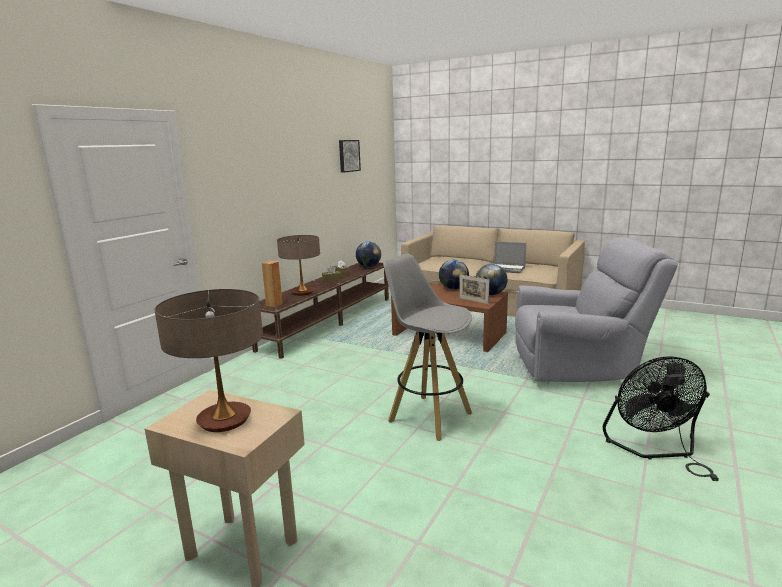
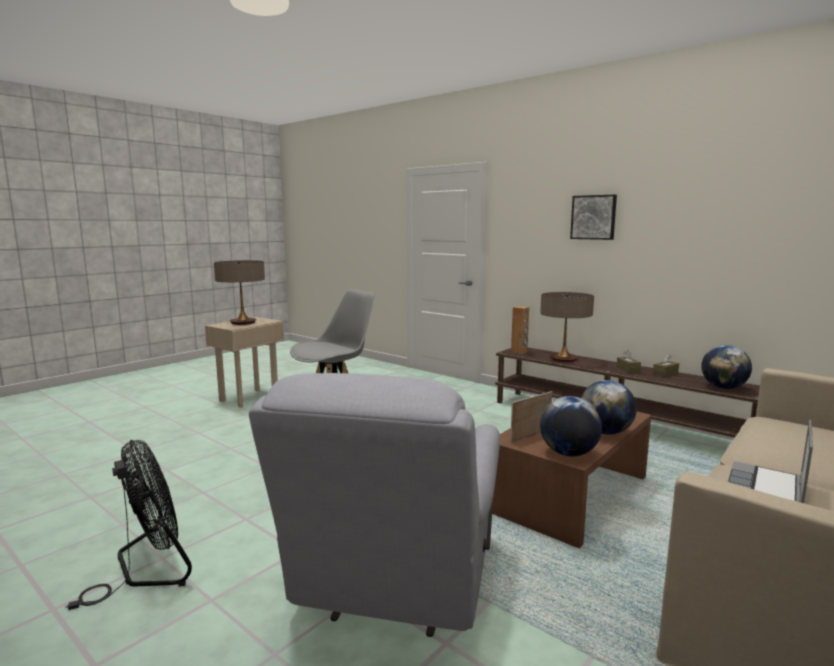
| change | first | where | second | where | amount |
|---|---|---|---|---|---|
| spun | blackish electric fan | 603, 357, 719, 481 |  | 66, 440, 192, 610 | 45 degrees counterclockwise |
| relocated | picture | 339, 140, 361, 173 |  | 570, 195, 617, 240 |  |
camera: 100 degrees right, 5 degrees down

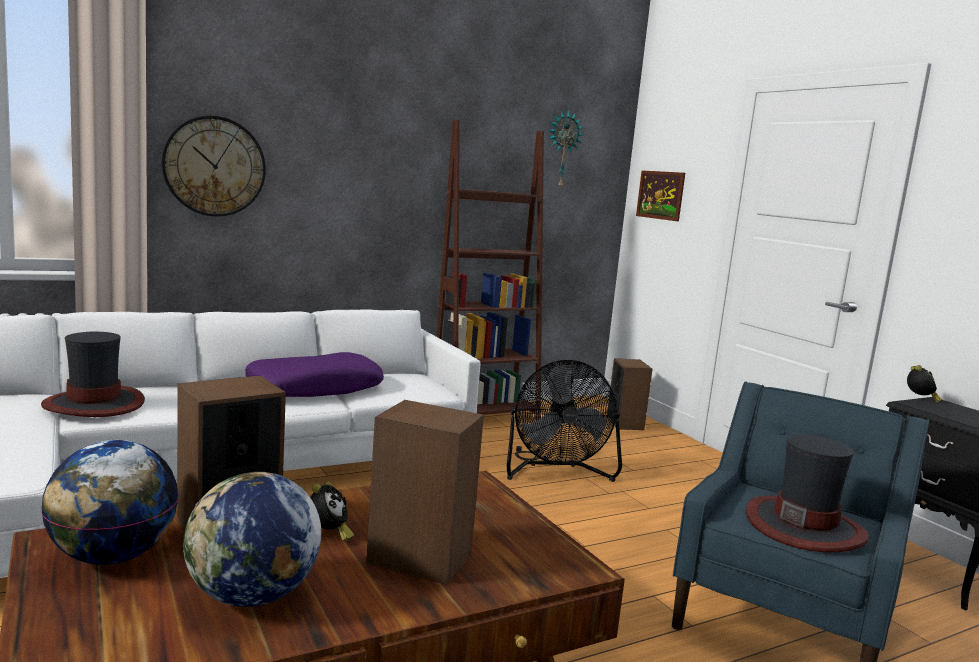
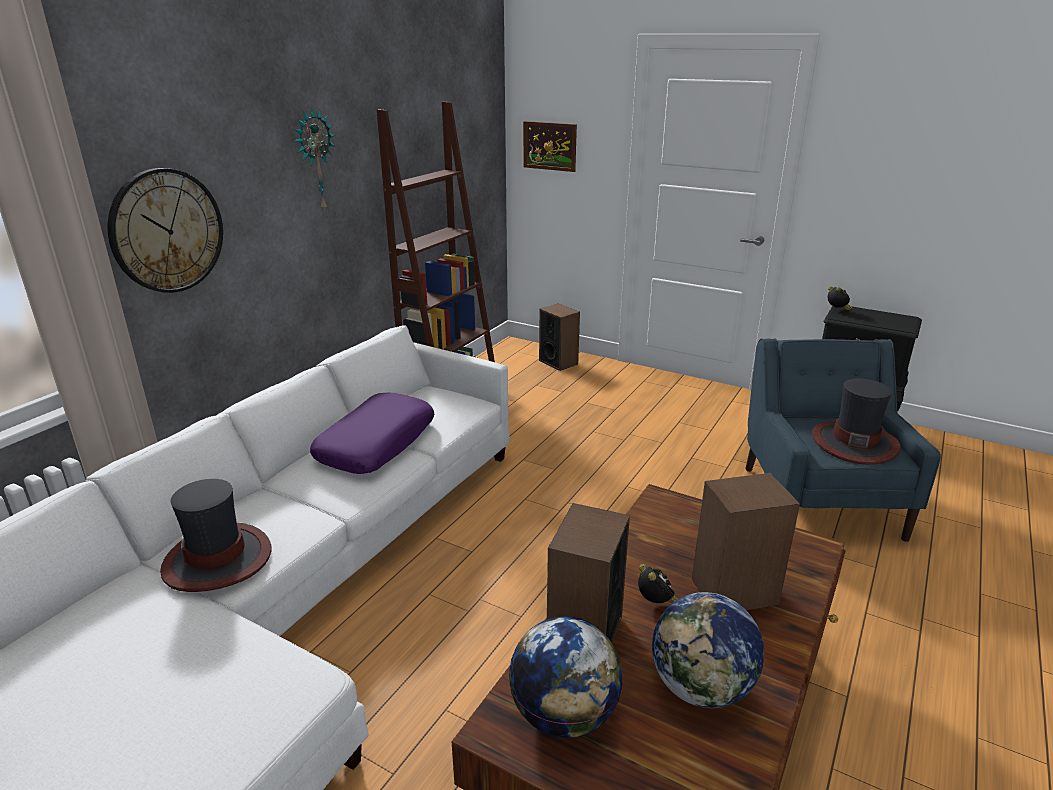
| change | first | where | second | where | amount |
|---|---|---|---|---|---|
| relocated | clock on the wall | 548, 110, 584, 190 |  | 294, 109, 335, 213 |  |
| missing | blackish electric fan | 507, 360, 622, 482 |  |  |  |
camera: 30 degrees left, 15 degrees up

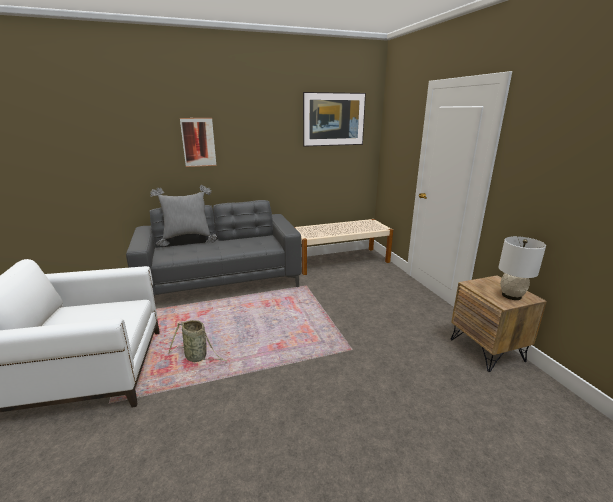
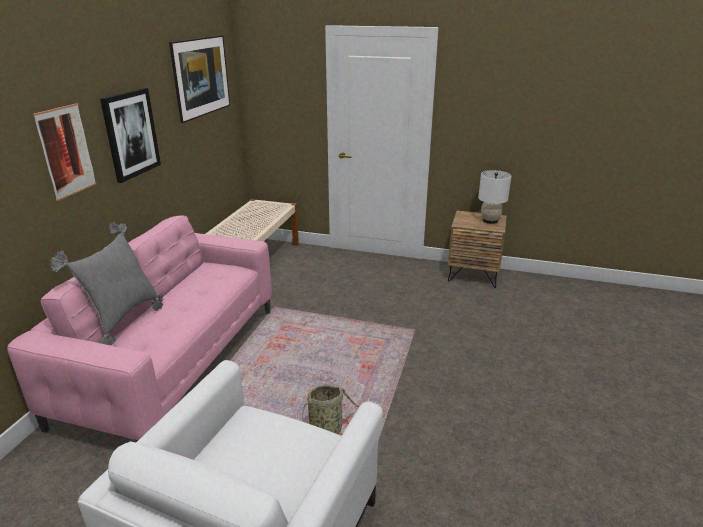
| change | first | where | second | where | amount |
|---|---|---|---|---|---|
| colour | grey sofa | 126, 200, 302, 296 | pink sofa | 7, 216, 272, 441 |  |
| appeared |  |  | picture | 100, 88, 161, 183 |  |
camera: 55 degrees left, 5 degrees up

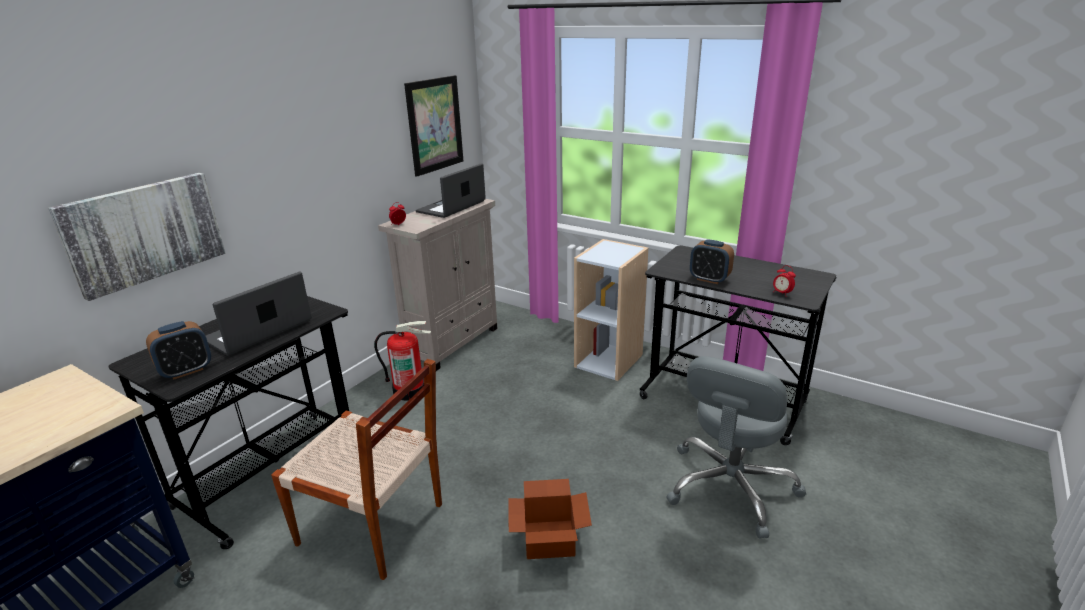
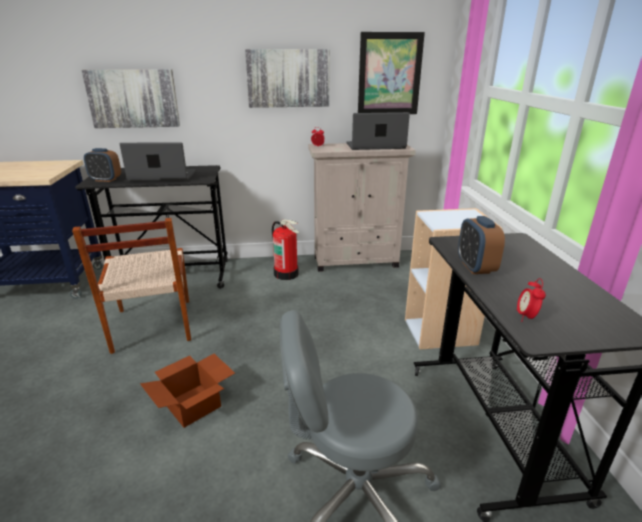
| change | first | where | second | where | amount |
|---|---|---|---|---|---|
| appeared |  |  | picture | 245, 49, 330, 108 |  |
camera: 50 degrees right, 0 degrees up

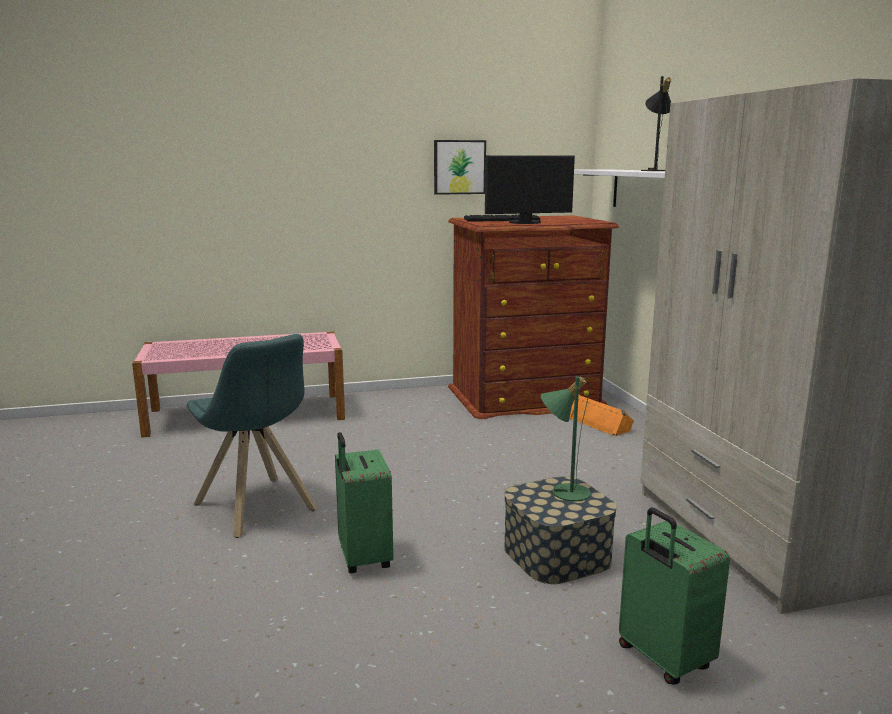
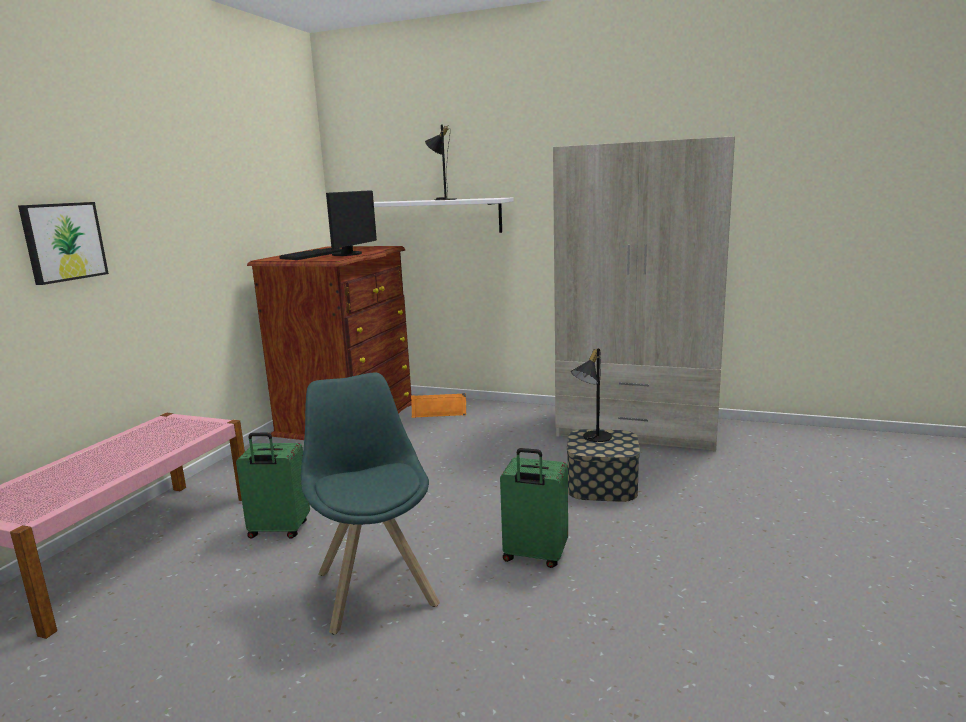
| change | first | where | second | where | amount |
|---|---|---|---|---|---|
| relocated | picture | 434, 140, 486, 195 |  | 18, 202, 109, 285 |  |
| relocated | green travel case | 619, 507, 730, 685 |  | 236, 433, 310, 539 |  |
| spun | blue-green plain chair | 187, 334, 317, 538 |  | 301, 372, 440, 634 | 105 degrees counterclockwise |
| colour | green lamp for a table | 541, 376, 591, 501 | blackish lamp for a table | 571, 348, 612, 442 |  |
camera: 55 degrees left, 0 degrees up

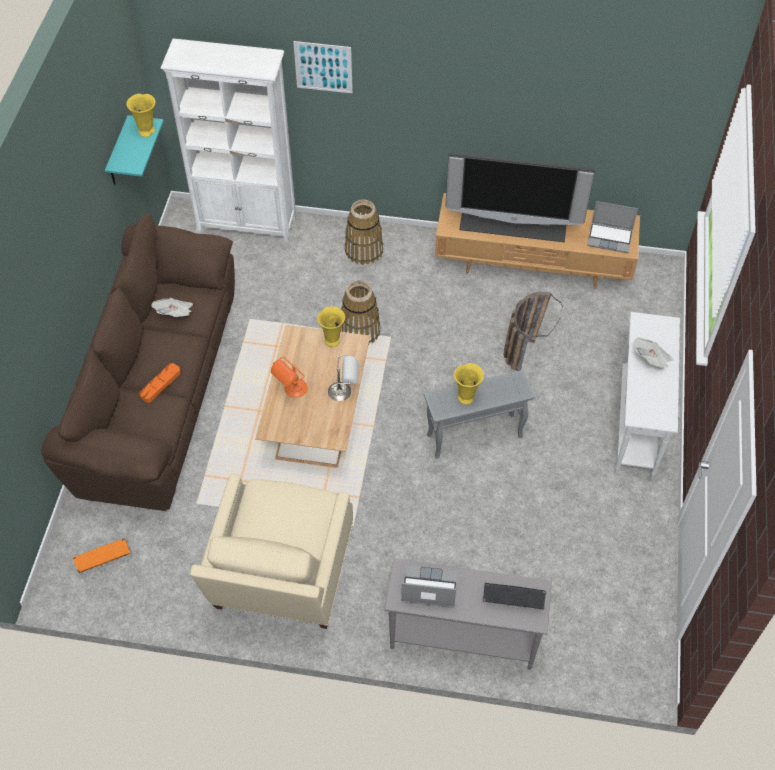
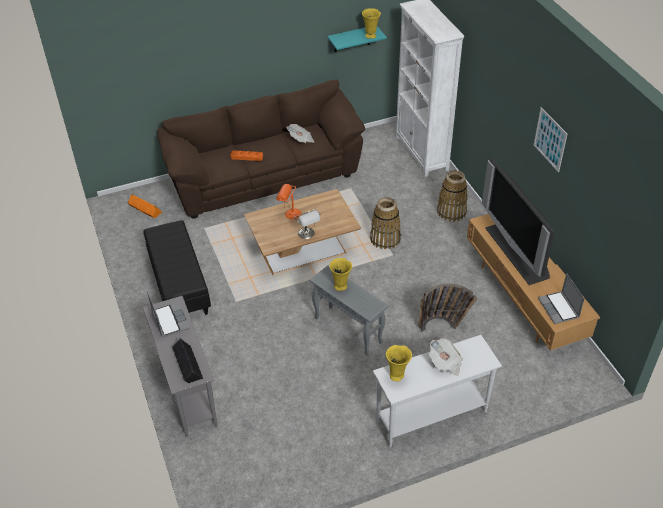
| change | first | where | second | where | amount |
|---|---|---|---|---|---|
| exchanged | beige-coloured easy chair | 190, 474, 354, 629 | blackish pouffe | 143, 220, 211, 315 |  |
| relocated | yellow-coloured decorative vase | 317, 306, 345, 347 |  | 386, 345, 412, 381 |  |
| relocated | picture | 293, 41, 353, 93 |  | 534, 107, 567, 172 |  |
camera: 60 degrees right, 10 degrees down

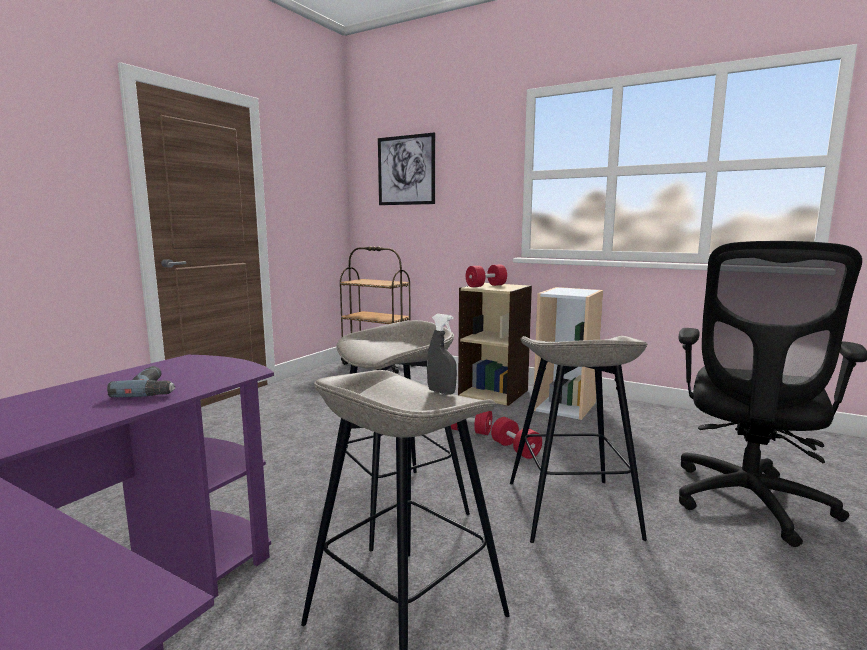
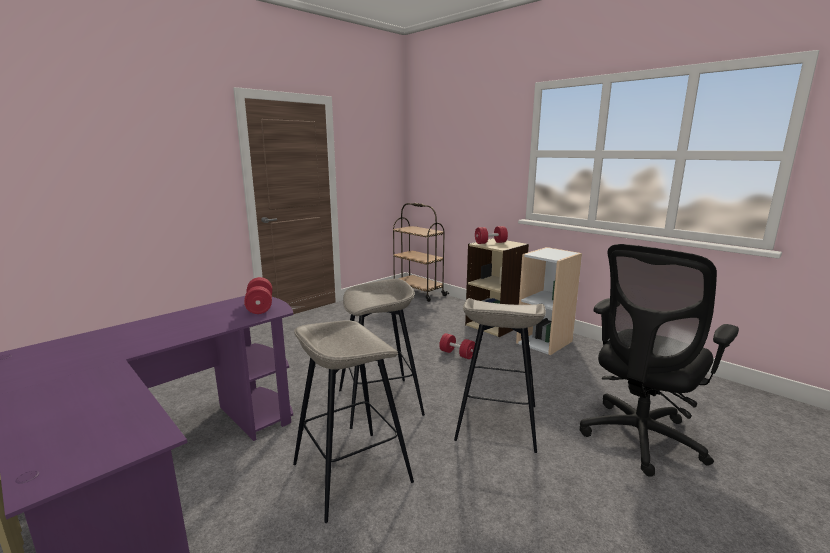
| change | first | where | second | where | amount |
|---|---|---|---|---|---|
| relocated | red-coloured free weight | 491, 417, 542, 459 |  | 244, 277, 272, 314 |  |
| missing | drill | 107, 366, 175, 397 |  |  |  |
| missing | picture | 378, 132, 435, 205 |  |  |  |
| missing | grey sprayer | 427, 314, 457, 395 |  |  |  |
camera: 15 degrees right, 5 degrees up

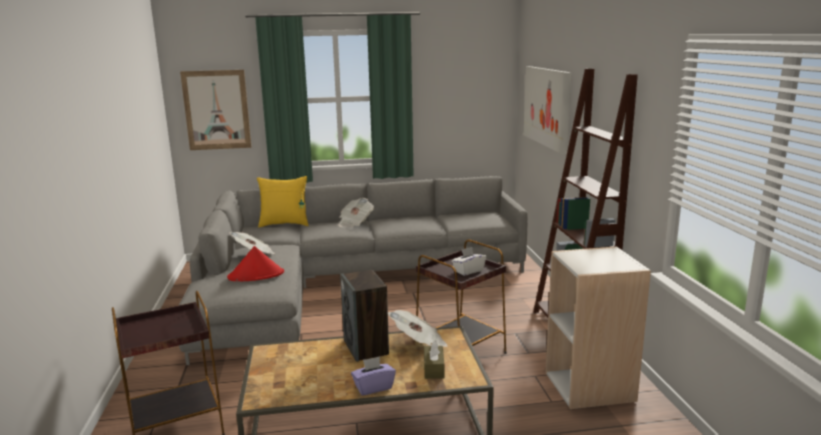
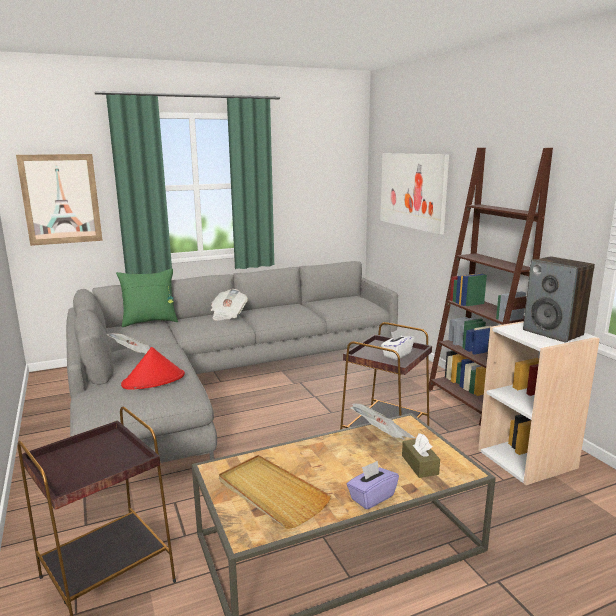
| change | first | where | second | where | amount |
|---|---|---|---|---|---|
| colour | yellow-coloured throw pillow | 257, 176, 309, 227 | green throw pillow | 116, 268, 178, 327 |  |
| appeared |  |  | beige-coloured tray | 219, 455, 331, 529 |  |
| relocated | audio speaker | 340, 270, 389, 362 |  | 523, 256, 595, 343 |  |
camera: 15 degrees left, 0 degrees up

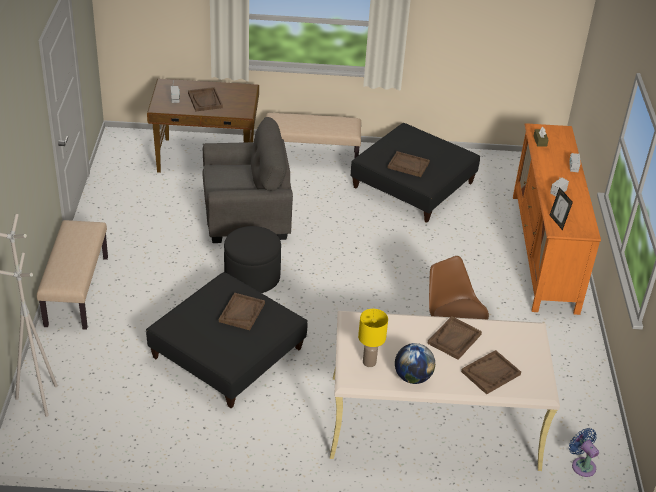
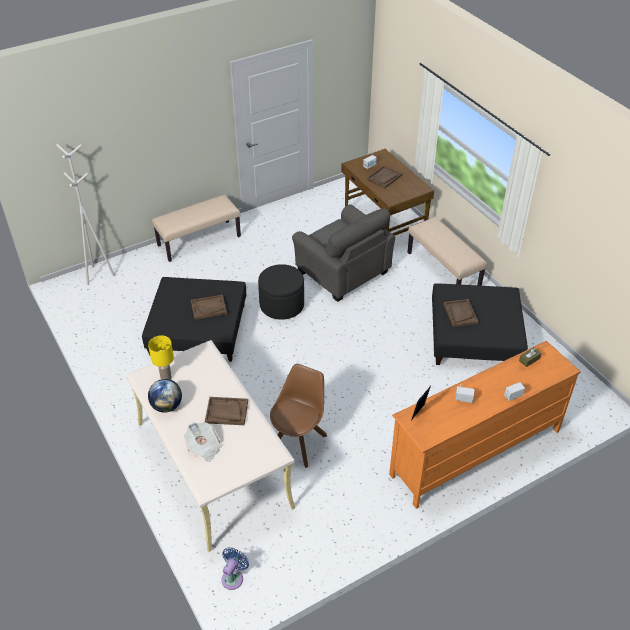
| change | first | where | second | where | amount |
|---|---|---|---|---|---|
| exchanged | brownish tray | 461, 350, 521, 395 | printed paper | 184, 422, 222, 462 |  |
camera: 60 degrees right, 5 degrees up

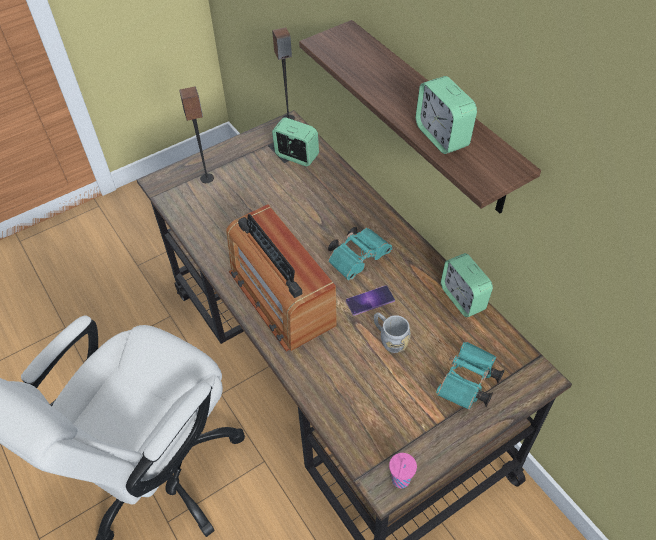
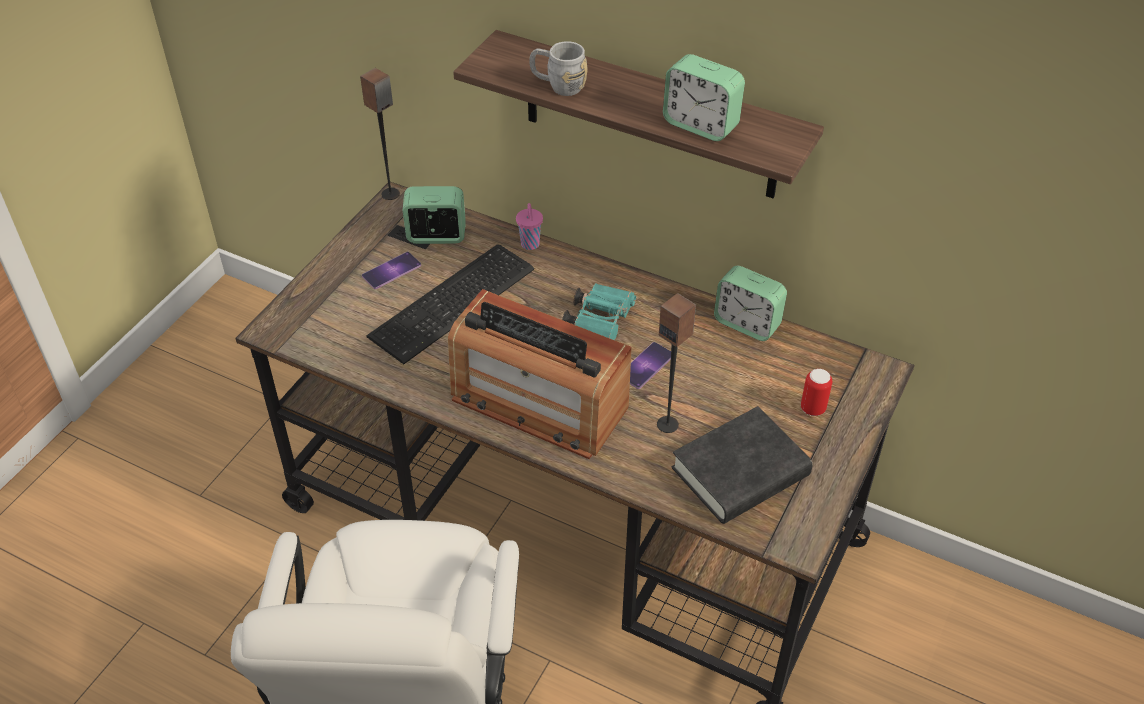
| change | first | where | second | where | amount |
|---|---|---|---|---|---|
| appeared |  |  | telephone | 362, 252, 421, 289 |  |
| appeared |  |  | keyboard | 366, 245, 534, 364 |  |
| relocated | pink small cup | 389, 453, 417, 488 |  | 516, 203, 543, 250 |  |
| relocated | grey tea mug | 374, 312, 411, 353 |  | 529, 41, 588, 96 |  |
| relocated | audio speaker | 179, 86, 214, 183 |  | 657, 293, 696, 433 |  |
| appeared |  |  | blackish book | 672, 406, 813, 524 |  |
| exchanged | blue-green binoculars | 436, 342, 505, 410 | metal can | 801, 369, 832, 416 |  |
camera: 30 degrees left, 5 degrees down

